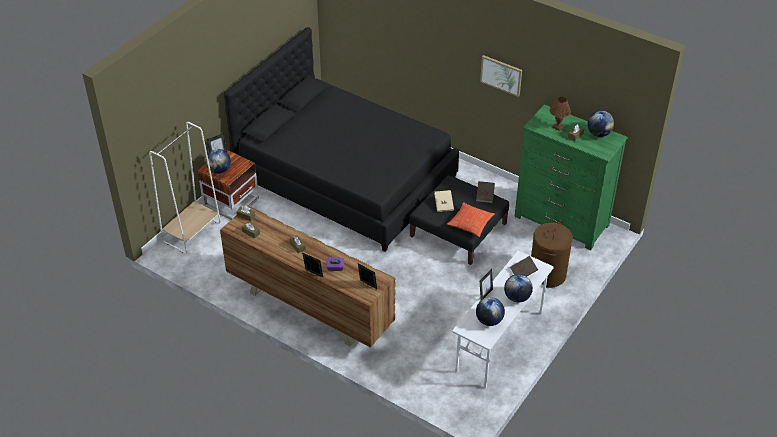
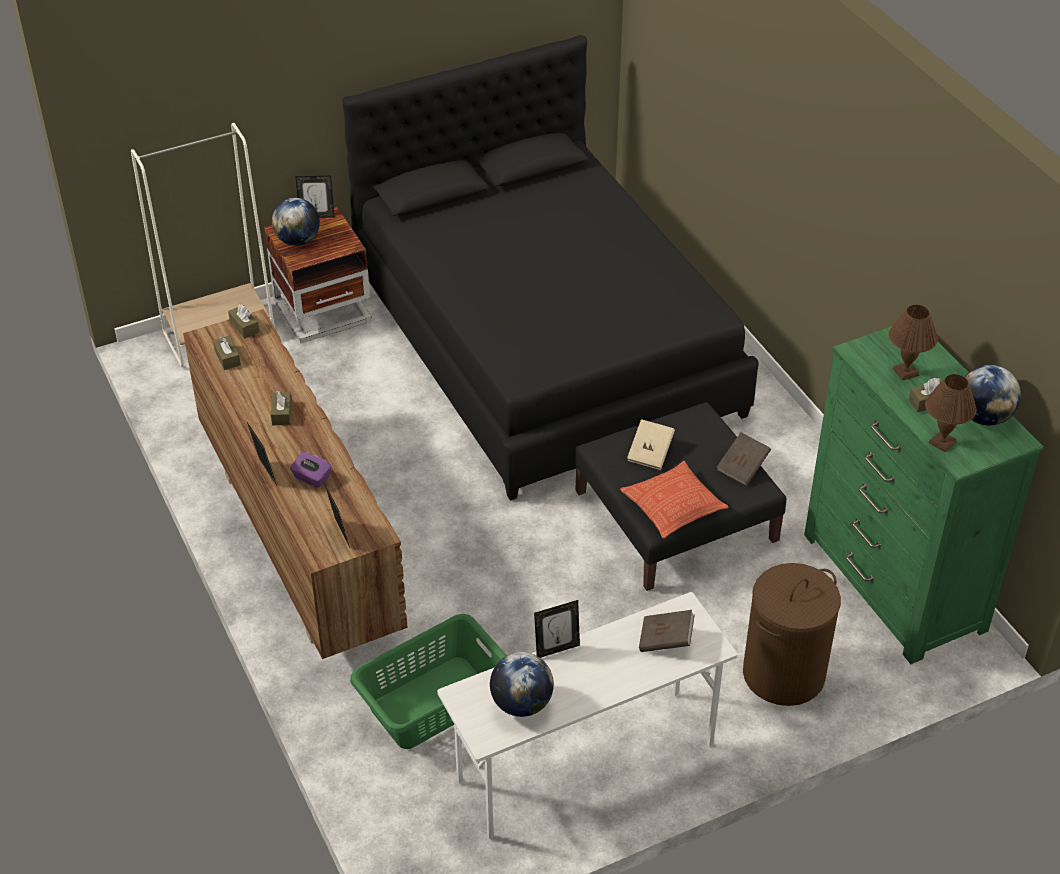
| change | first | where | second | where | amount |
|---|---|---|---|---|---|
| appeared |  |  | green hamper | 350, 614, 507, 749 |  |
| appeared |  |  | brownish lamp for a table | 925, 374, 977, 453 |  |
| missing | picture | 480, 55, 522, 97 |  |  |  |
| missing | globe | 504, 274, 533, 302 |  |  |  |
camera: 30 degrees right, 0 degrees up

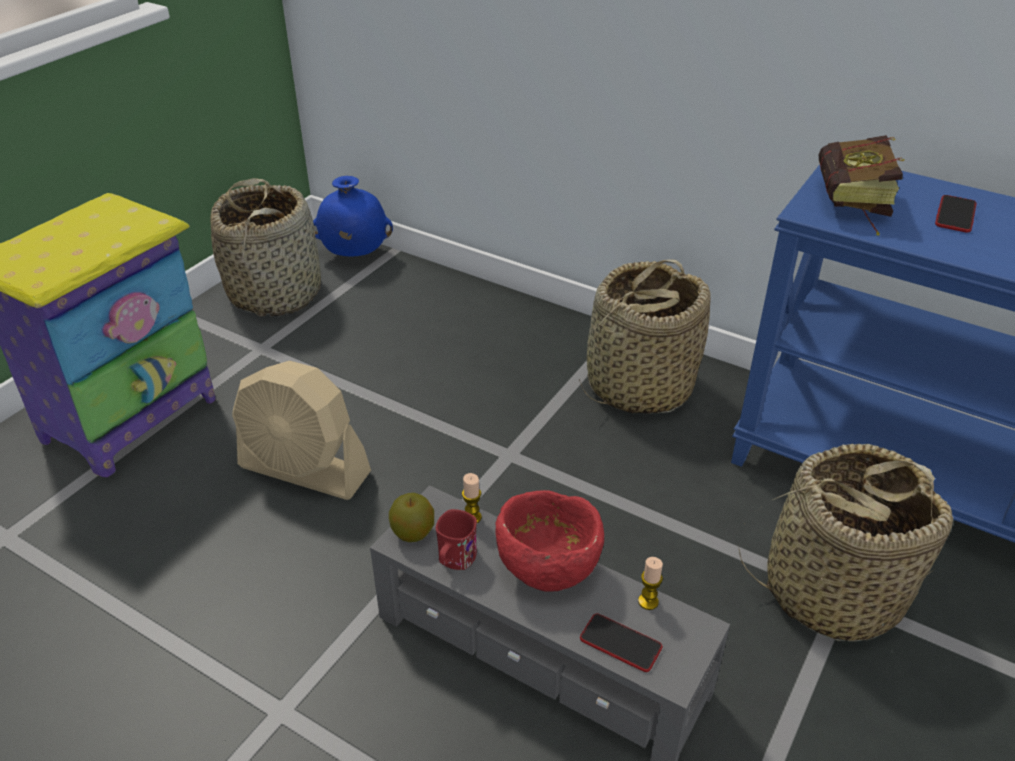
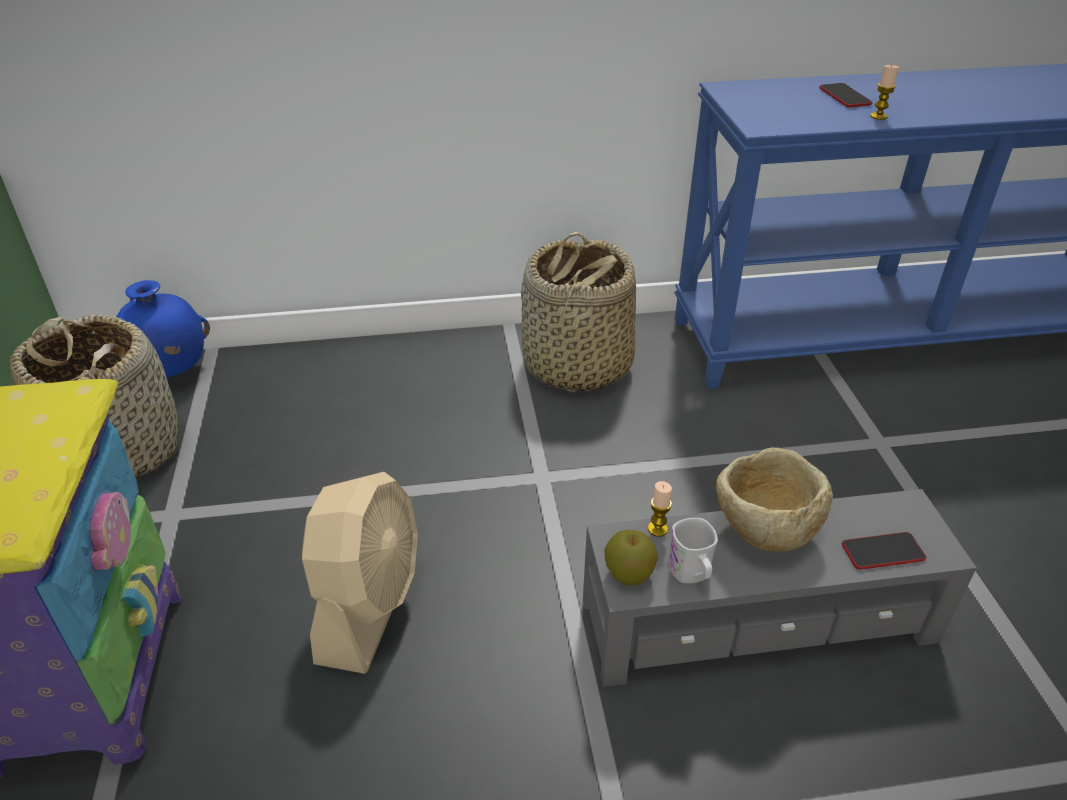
| change | first | where | second | where | amount |
|---|---|---|---|---|---|
| spun | beige-coloured electric fan | 232, 361, 371, 500 |  | 302, 472, 418, 674 | 60 degrees counterclockwise |
| colour | red-coloured tea mug | 436, 509, 477, 570 | white-coloured tea mug | 668, 518, 718, 583 |  |
| colour | red-coloured deep dish | 495, 490, 604, 592 | beige-coloured deep dish | 716, 447, 833, 552 |  |
| relocated | wax candle | 638, 557, 663, 610 |  | 870, 65, 899, 120 |  |
| missing | storage basket | 738, 444, 953, 642 |  |  |  |
| missing | book | 819, 135, 904, 236 |  |  |  |
camera: 40 degrees left, 0 degrees up

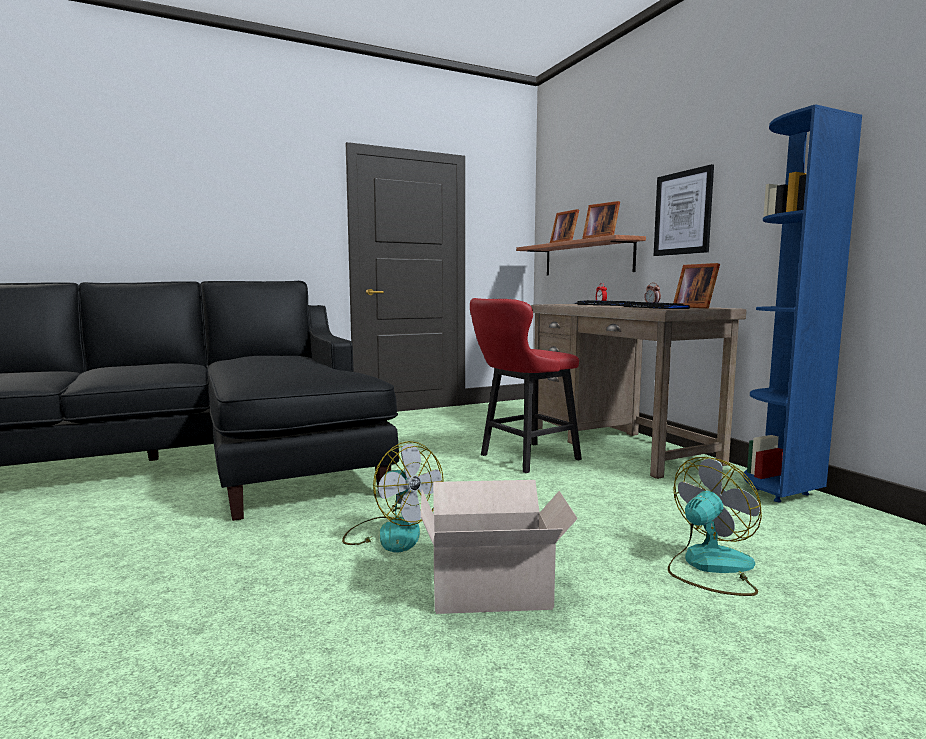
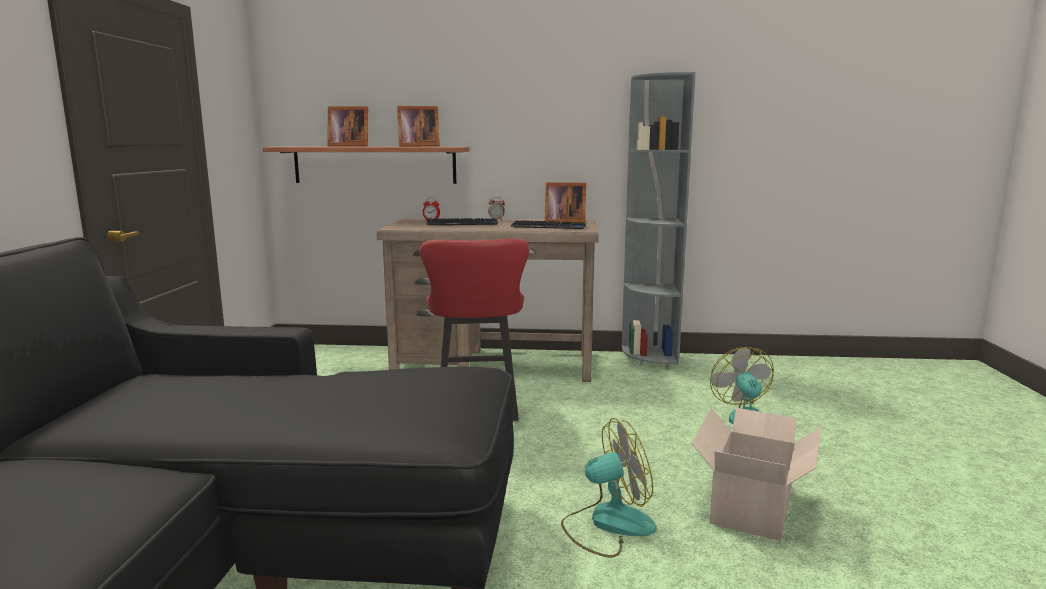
| change | first | where | second | where | amount |
|---|---|---|---|---|---|
| colour | blue-coloured shelving unit | 743, 104, 862, 502 | grey shelving unit | 622, 72, 696, 369 |  |
| missing | picture | 654, 164, 714, 256 |  |  |  |
camera: 60 degrees left, 5 degrees up

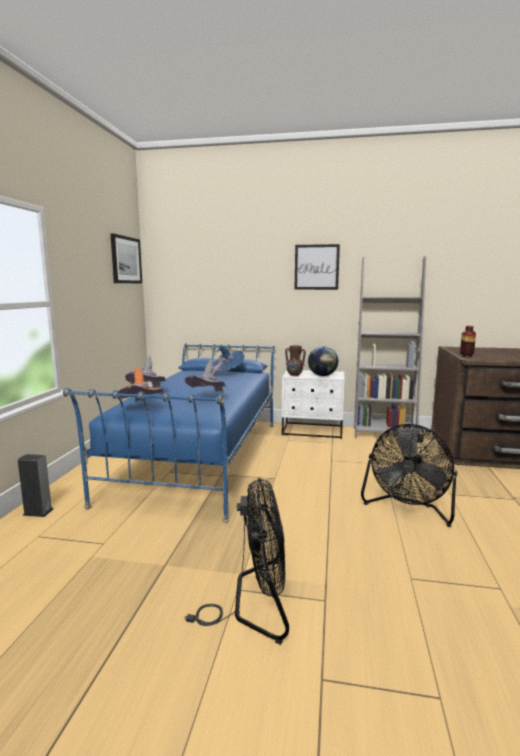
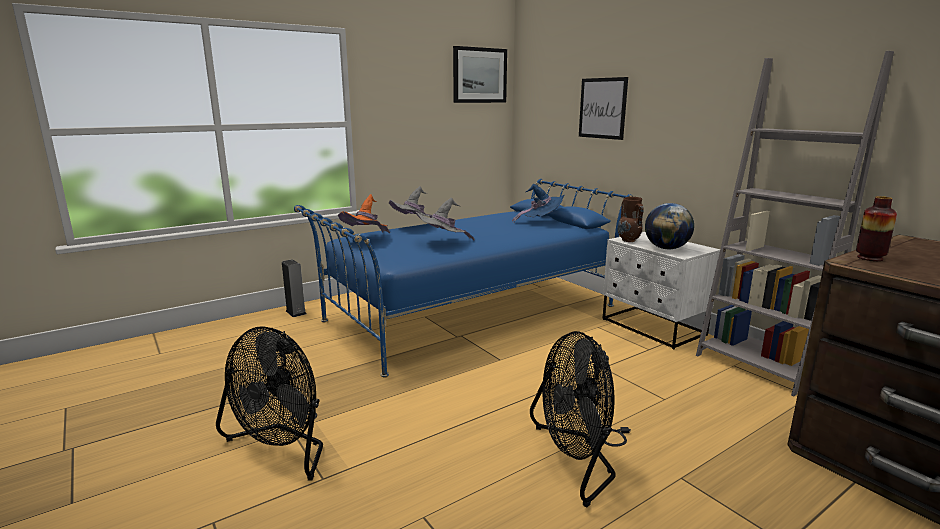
| change | first | where | second | where | amount |
|---|---|---|---|---|---|
| spun | blackish electric fan | 184, 478, 289, 645 |  | 216, 326, 323, 480 | 75 degrees clockwise |
| relocated | picture | 294, 244, 340, 290 |  | 579, 77, 628, 140 |  |
camera: 45 degrees right, 5 degrees up

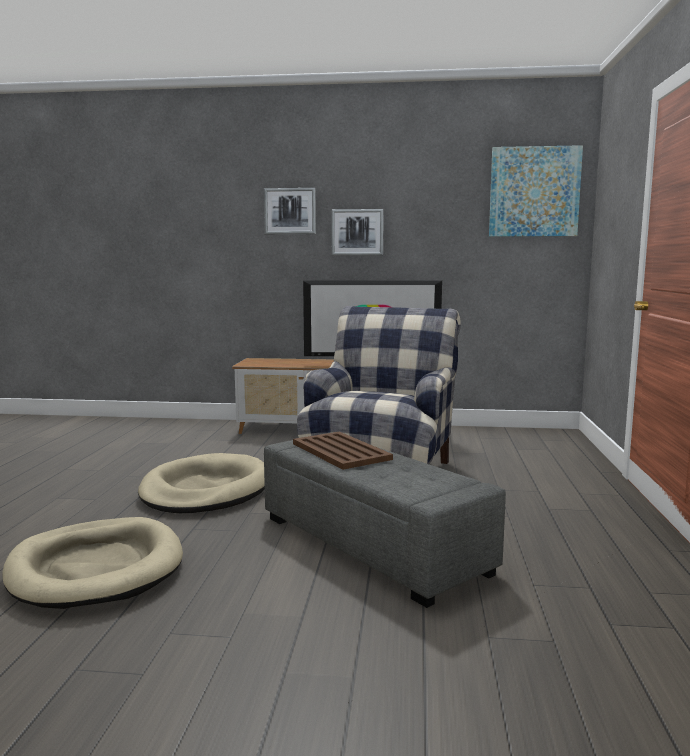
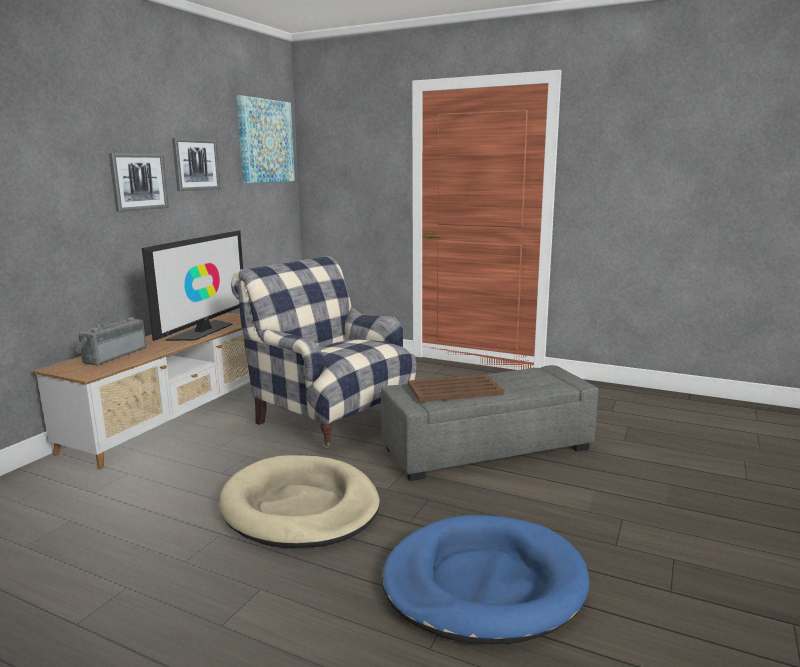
| change | first | where | second | where | amount |
|---|---|---|---|---|---|
| appeared |  |  | radio receiver | 75, 318, 146, 366 |  |
| relocated | picture | 264, 188, 316, 235 |  | 172, 138, 221, 191 |  |
| colour | beige-coloured pet bed | 3, 517, 183, 609 | blue-coloured pet bed | 382, 515, 589, 644 |  |
camera: 70 degrees left, 5 degrees up

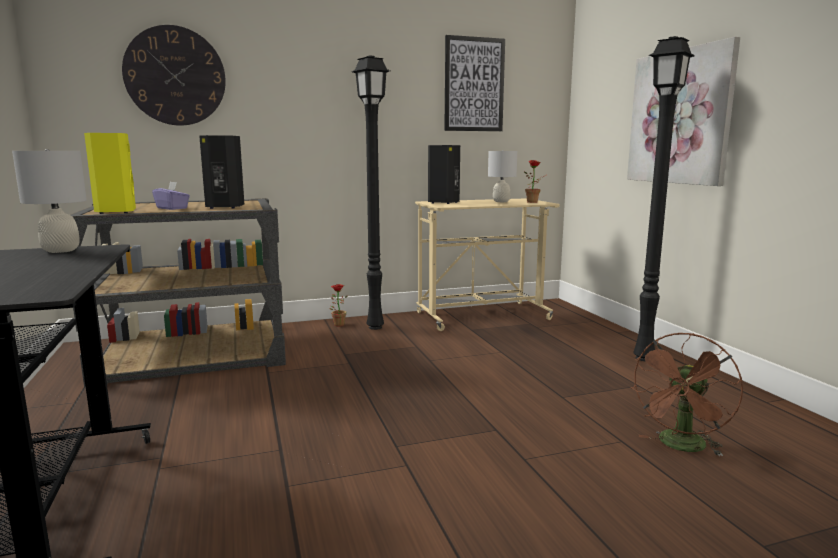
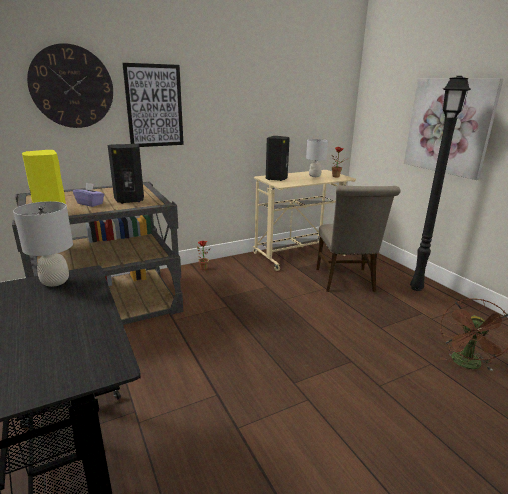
| change | first | where | second | where | amount |
|---|---|---|---|---|---|
| relocated | picture | 444, 35, 505, 131 |  | 122, 63, 184, 147 |  |
| appeared |  |  | beige-coloured plain chair | 316, 185, 400, 292 |  |
| missing | blackish standard lamp | 352, 55, 390, 330 |  |  |  |
camera: 10 degrees left, 10 degrees up

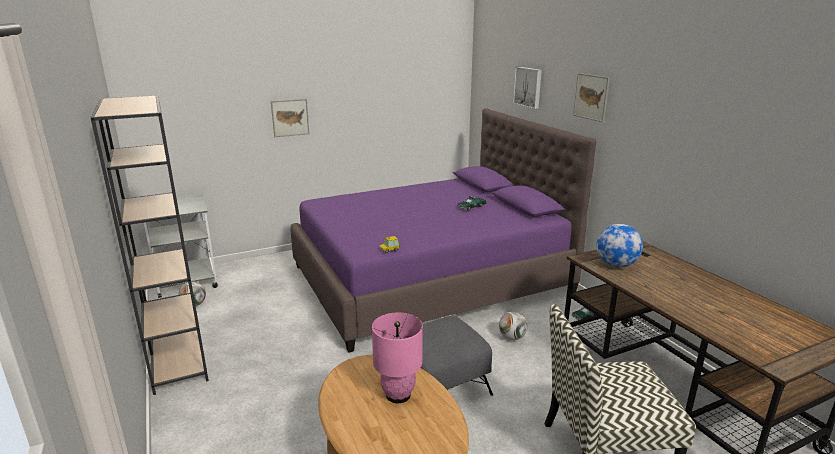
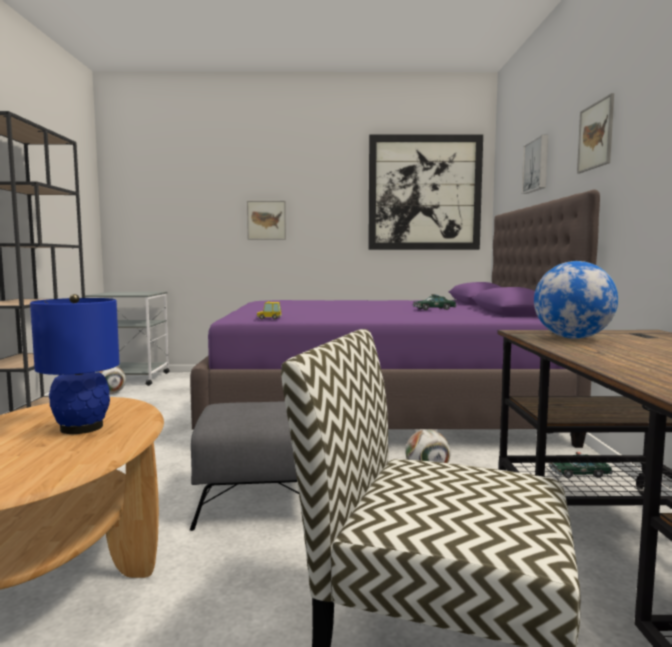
| change | first | where | second | where | amount |
|---|---|---|---|---|---|
| colour | pink lamp for a table | 372, 312, 423, 403 | blue-coloured lamp for a table | 30, 294, 120, 434 |  |
| appeared |  |  | picture | 368, 134, 483, 250 |  |
camera: 25 degrees right, 15 degrees down

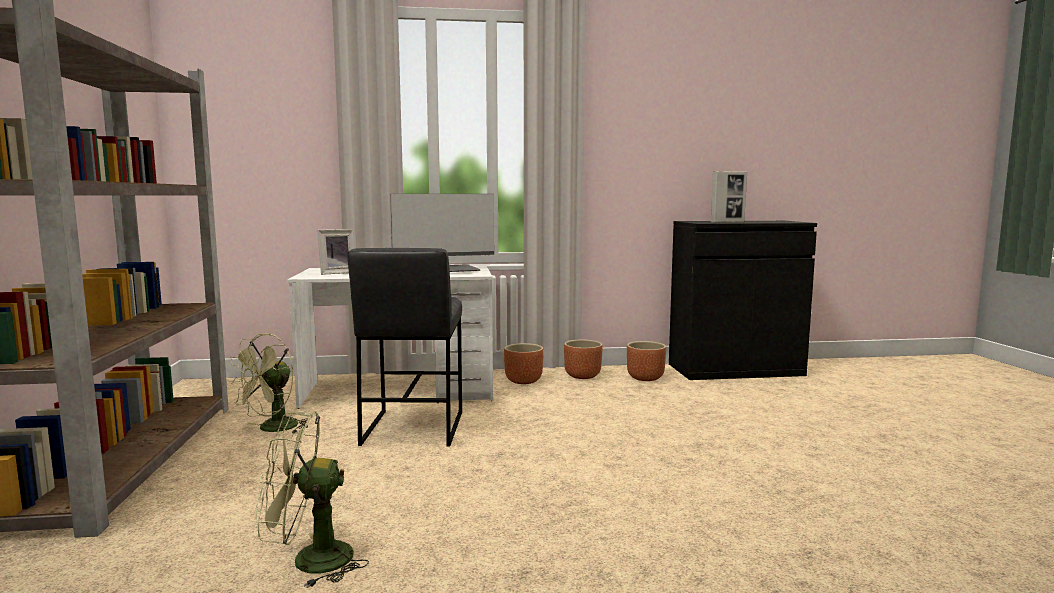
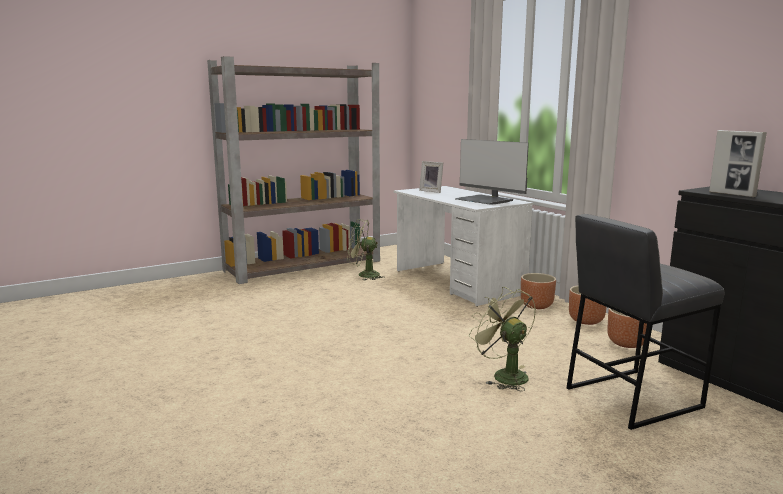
| change | first | where | second | where | amount |
|---|---|---|---|---|---|
| relocated | green electric fan | 255, 412, 369, 588 |  | 469, 287, 536, 391 |  |
| relocated | grey stool seat | 347, 248, 462, 447 |  | 567, 214, 724, 430 |  |
camera: 65 degrees right, 5 degrees up

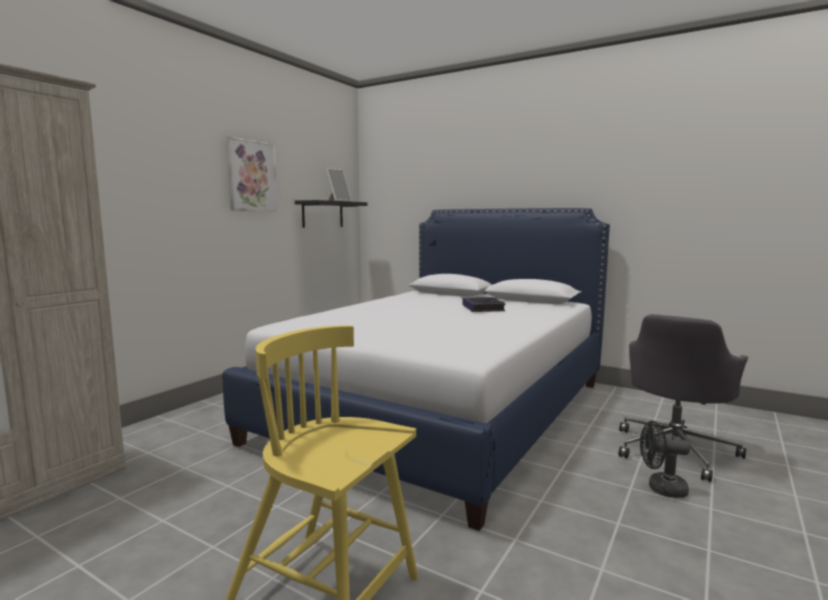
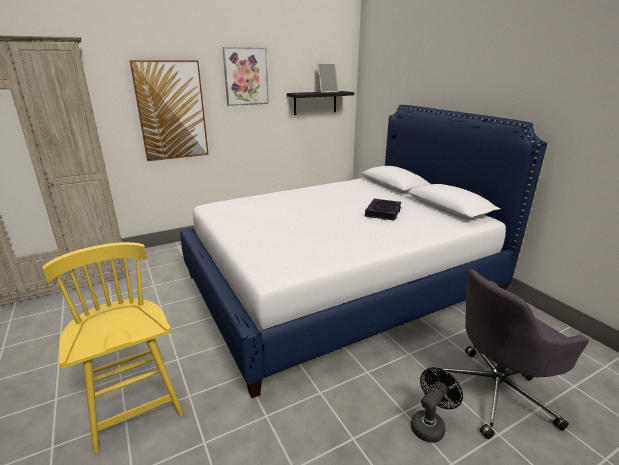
| change | first | where | second | where | amount |
|---|---|---|---|---|---|
| appeared |  |  | picture | 129, 60, 209, 161 |  |
| spun | blackish electric fan | 640, 421, 690, 498 |  | 411, 367, 463, 443 | 90 degrees clockwise |
camera: 30 degrees right, 15 degrees up

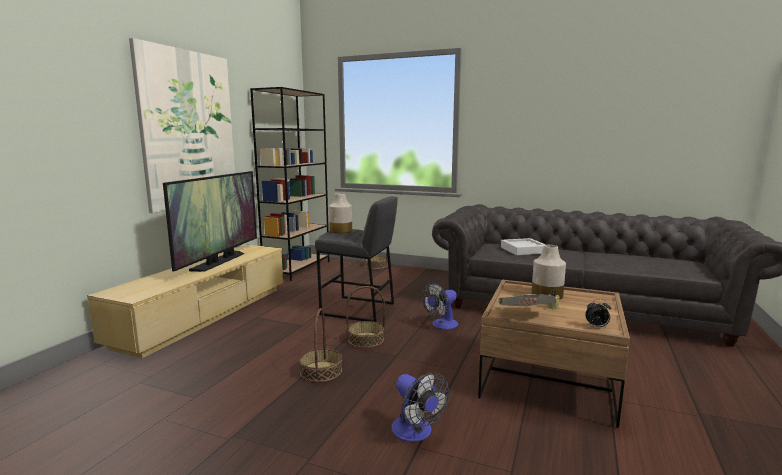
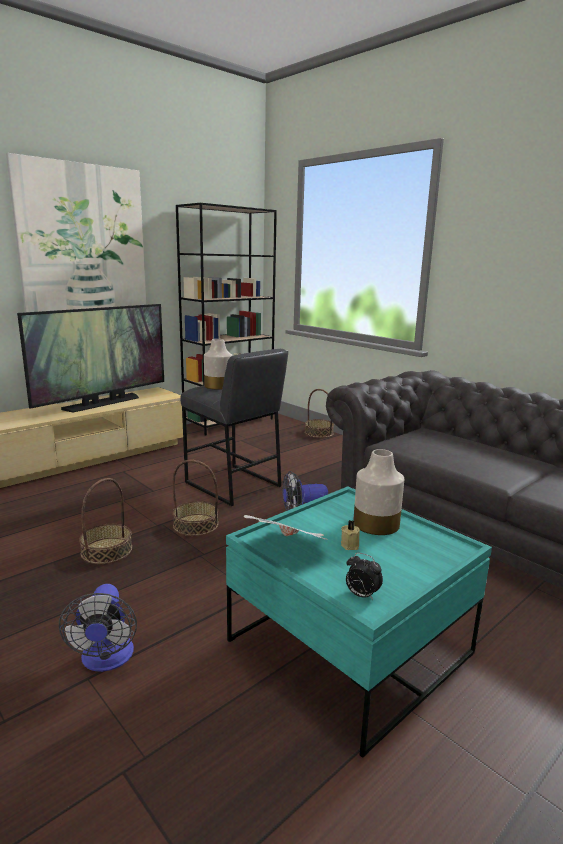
| change | first | where | second | where | amount |
|---|---|---|---|---|---|
| colour | brownish low table | 478, 280, 630, 428 | blue-green low table | 226, 486, 492, 758 |  |
| missing | grey tray | 501, 238, 546, 255 |  |  |  |
camera: 25 degrees right, 5 degrees up

